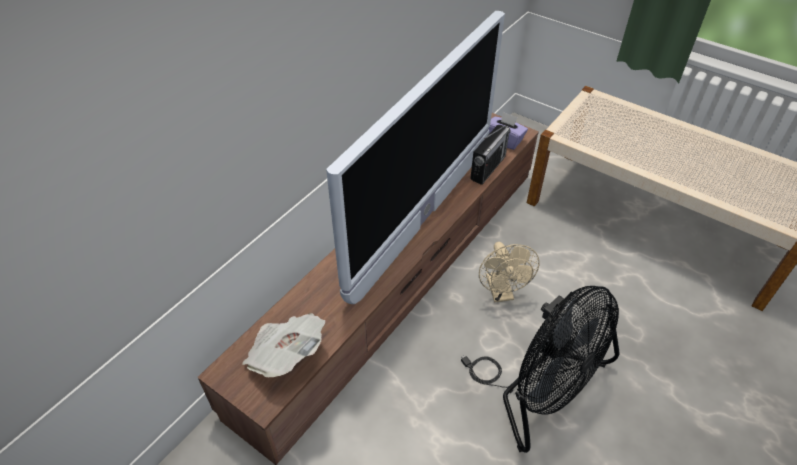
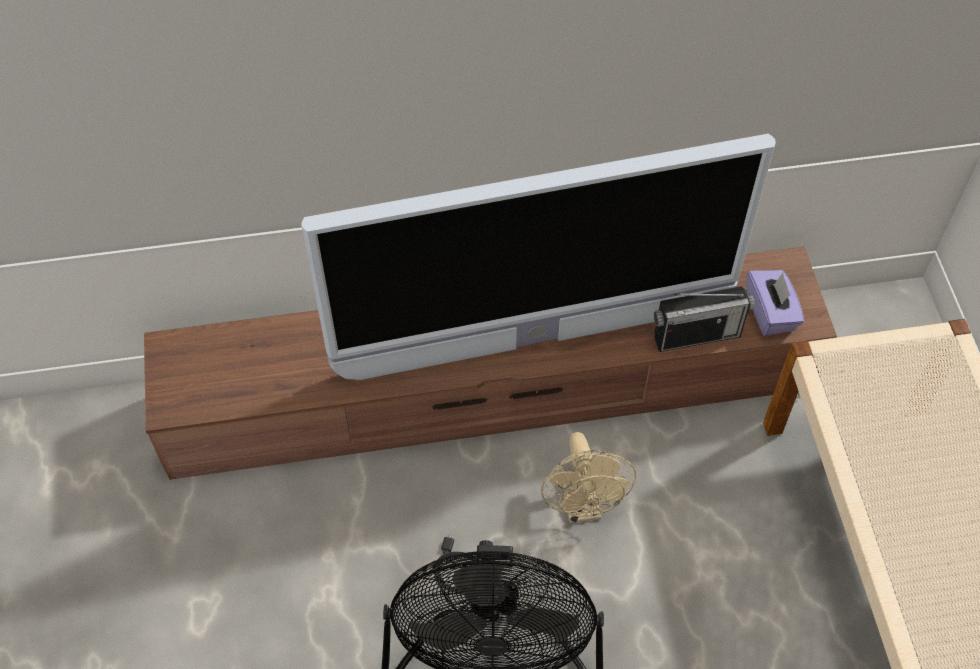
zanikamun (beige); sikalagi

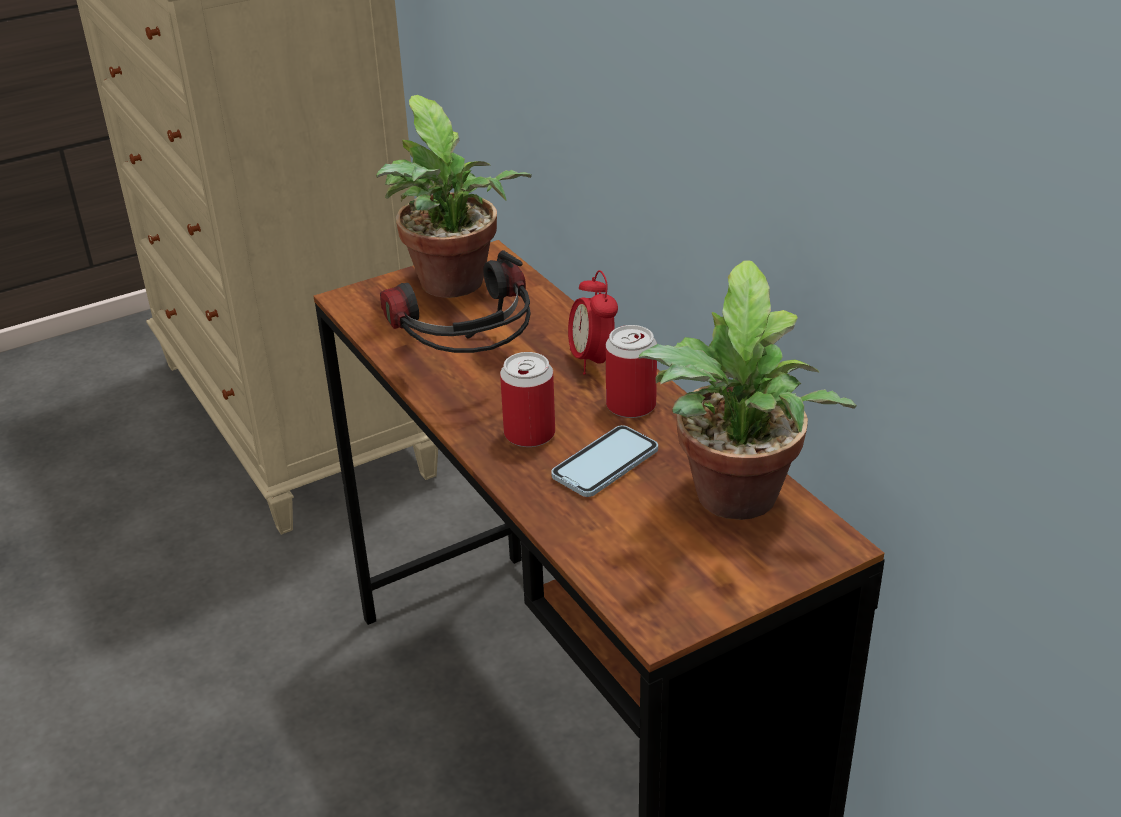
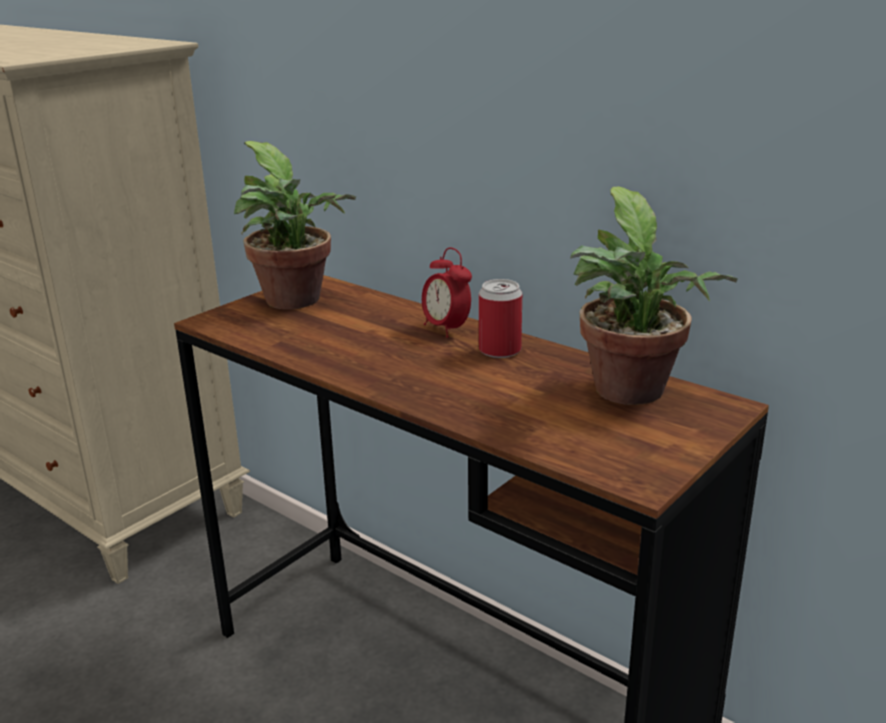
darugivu; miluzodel (no. 1 from left in the first image); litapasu

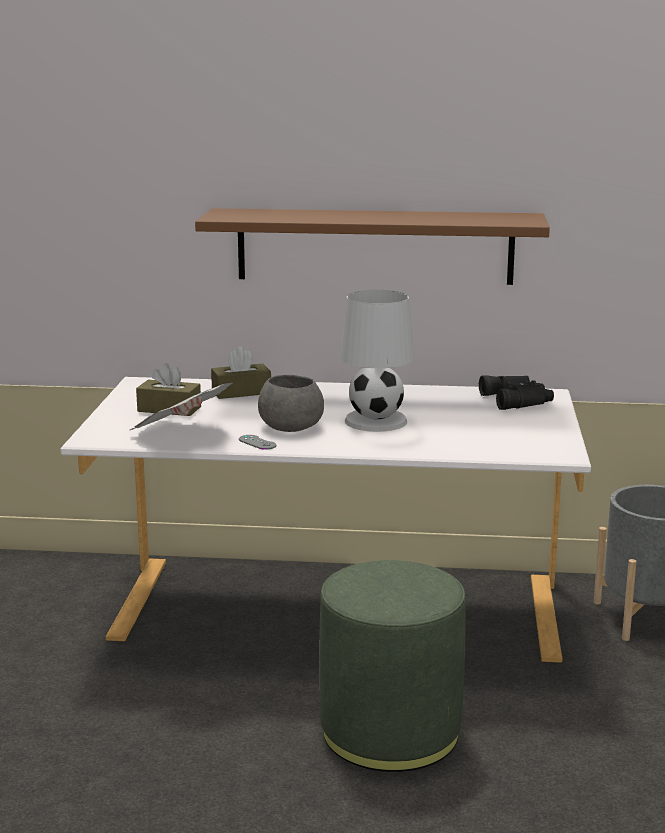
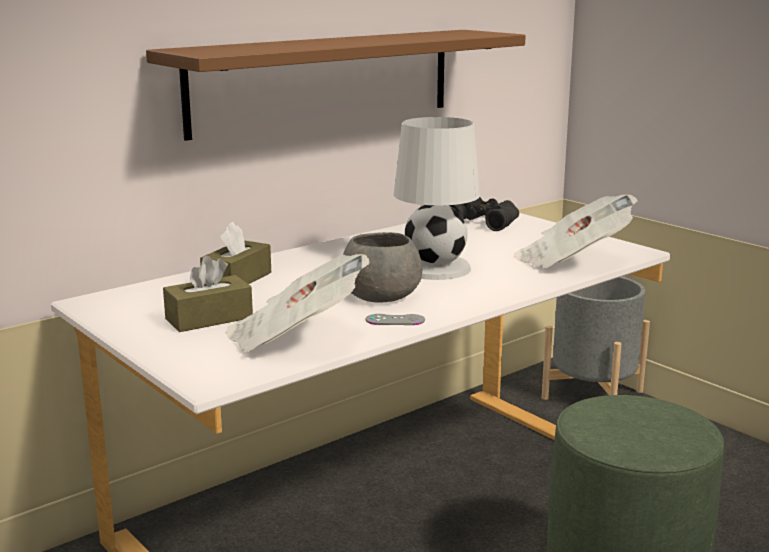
sikalagi (no. 2 from left)

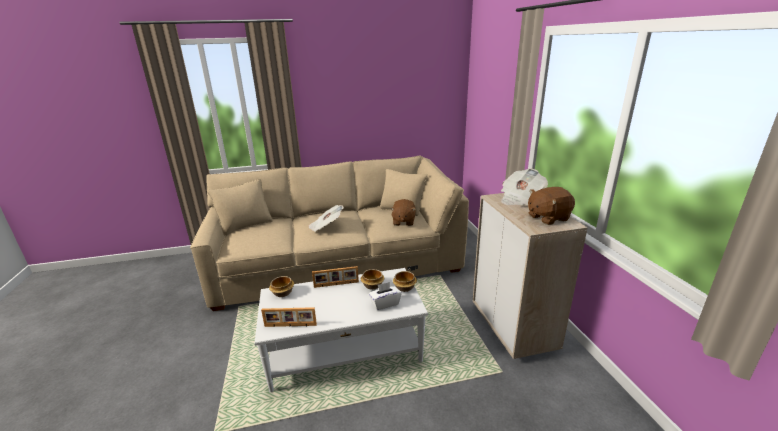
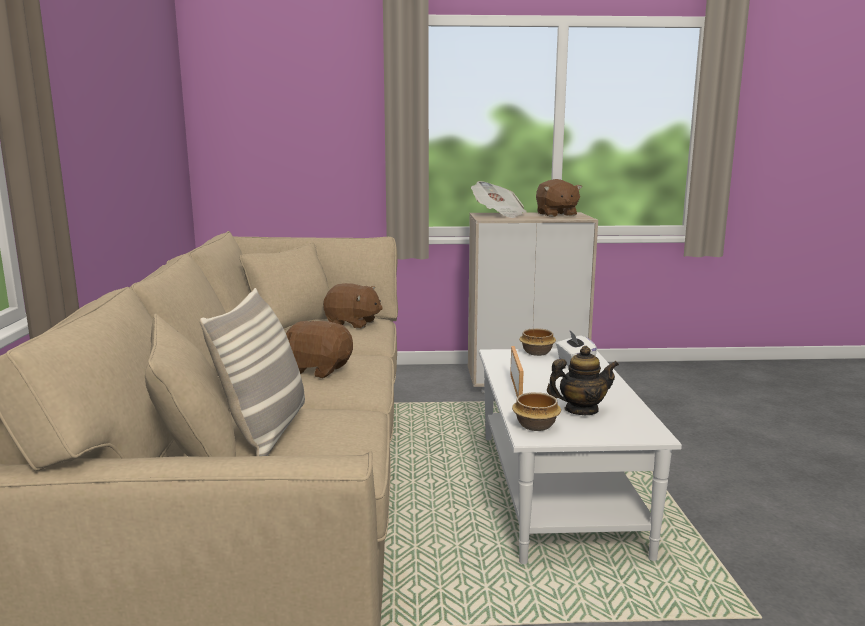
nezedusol; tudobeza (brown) (no. 1 from left); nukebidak; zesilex (no. 1 from left in the first image); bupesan (no. 2 from left in the first image)

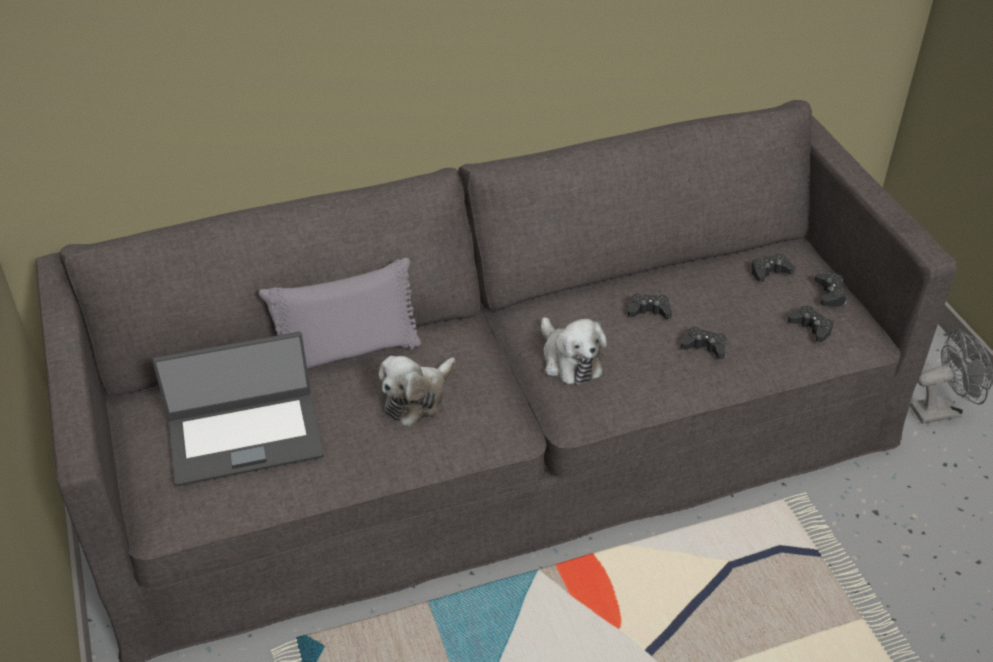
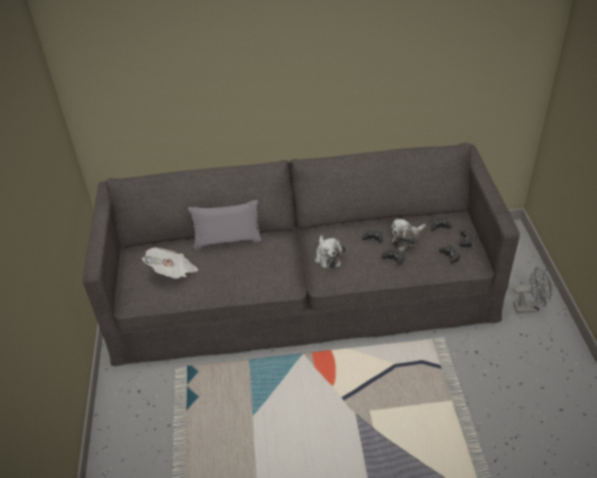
sikalagi; tudobeza (no. 2 from left)

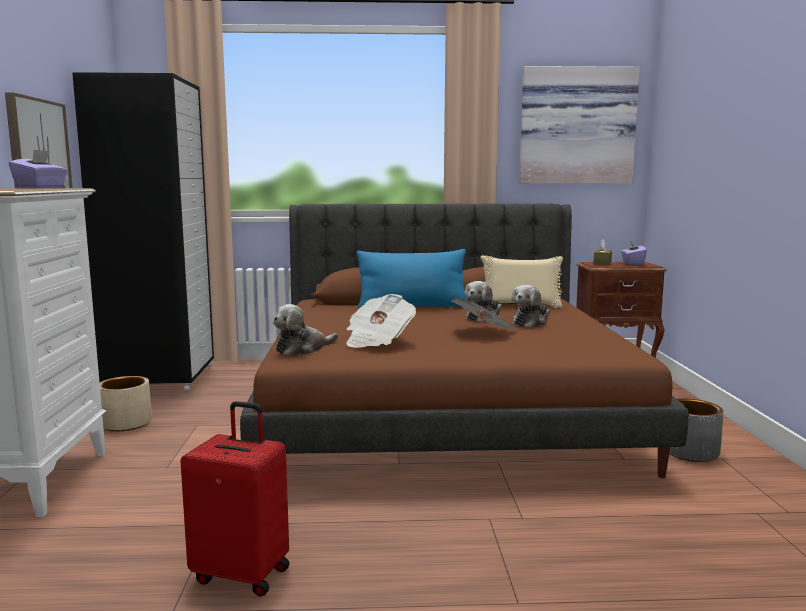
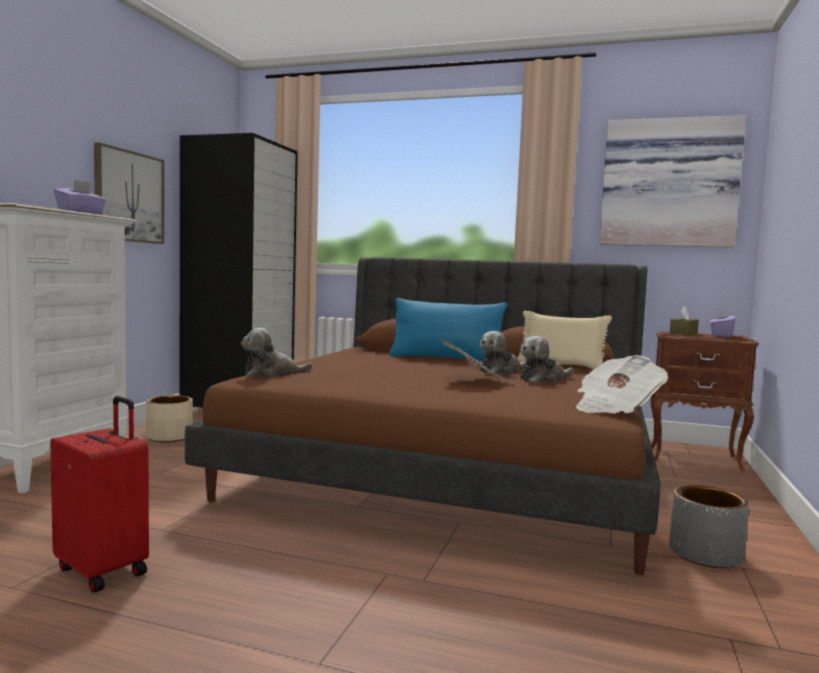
sikalagi (no. 2 from left)

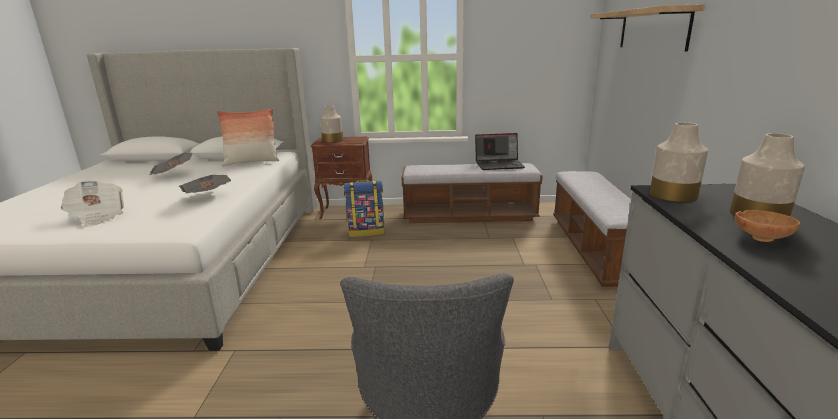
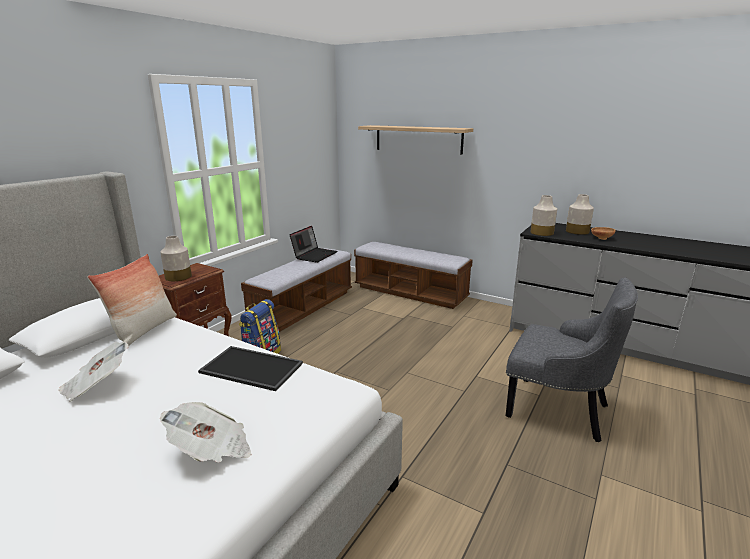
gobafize

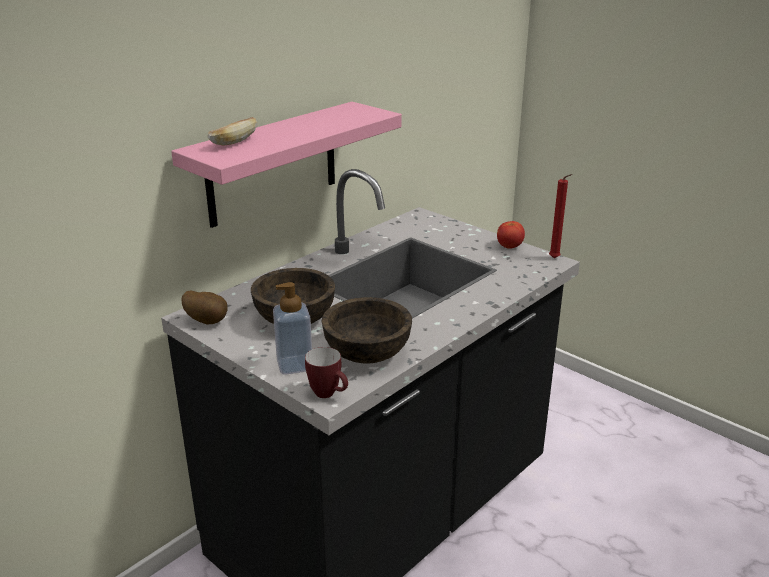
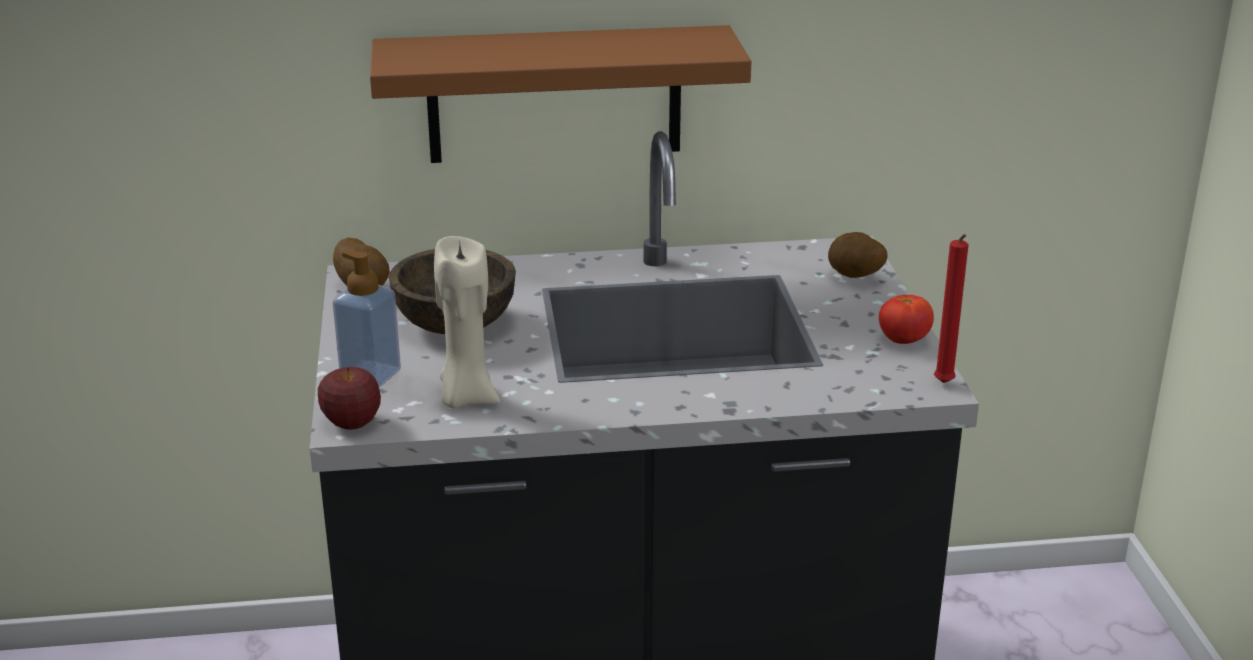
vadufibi; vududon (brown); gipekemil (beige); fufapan (no. 2 from left); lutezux

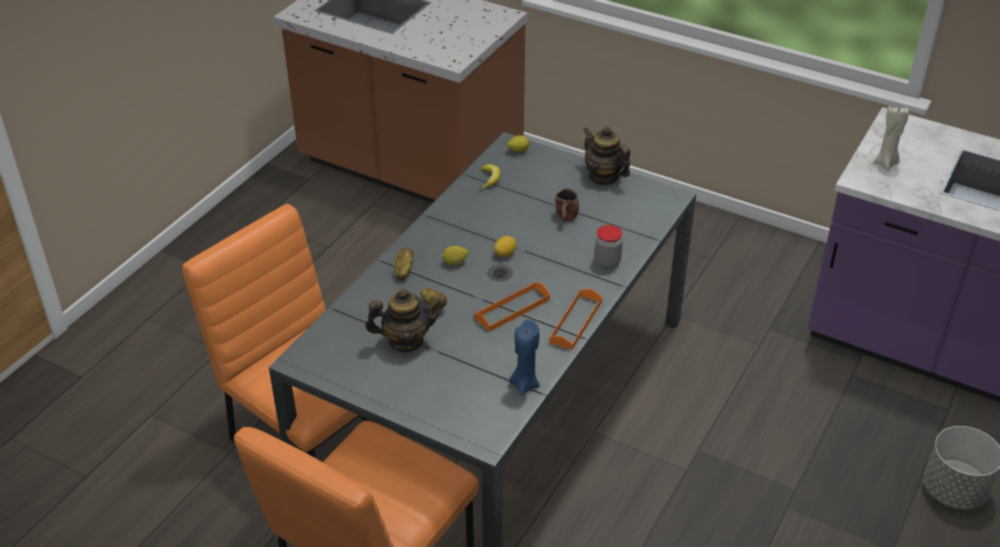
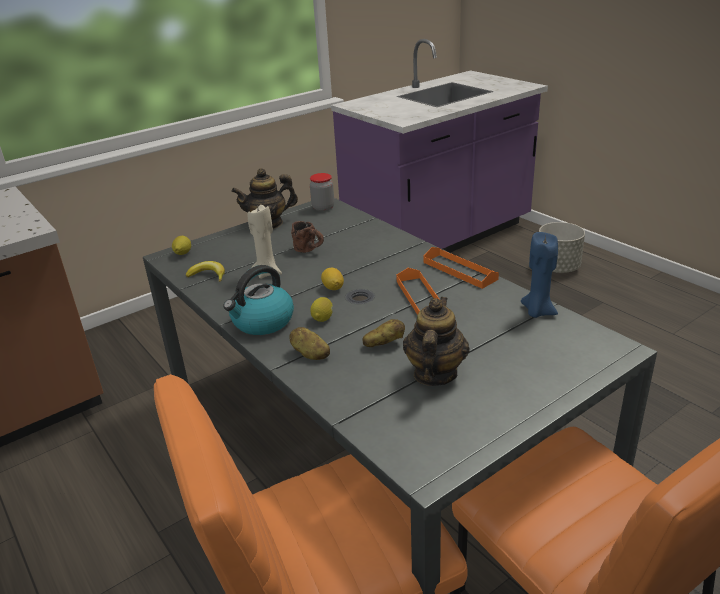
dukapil; gipekemil (beige); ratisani

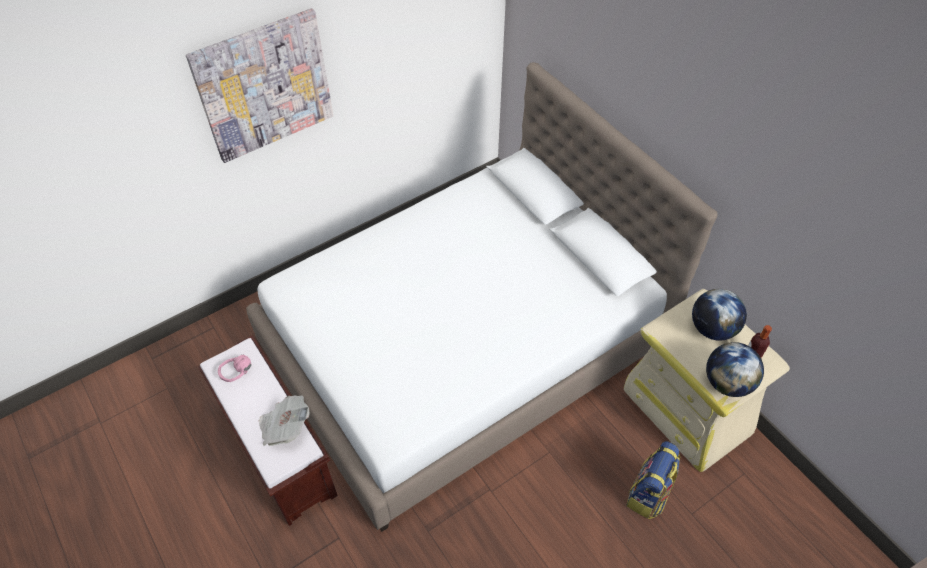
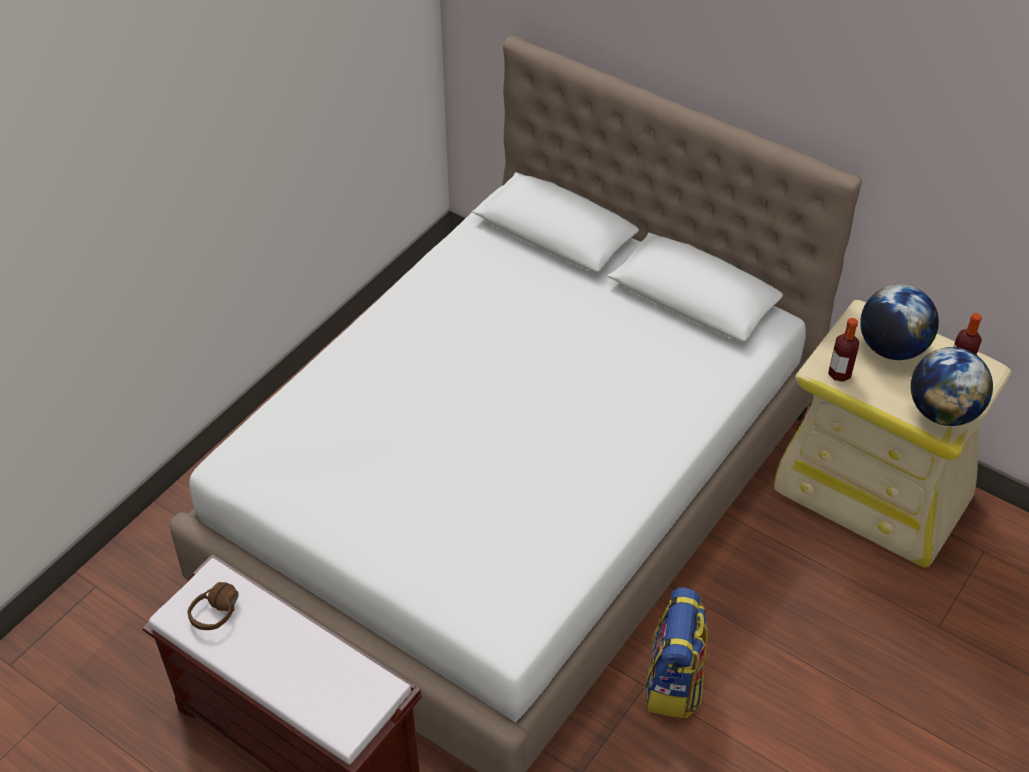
darugivu (brown); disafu; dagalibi (no. 1 from left); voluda; sikalagi

